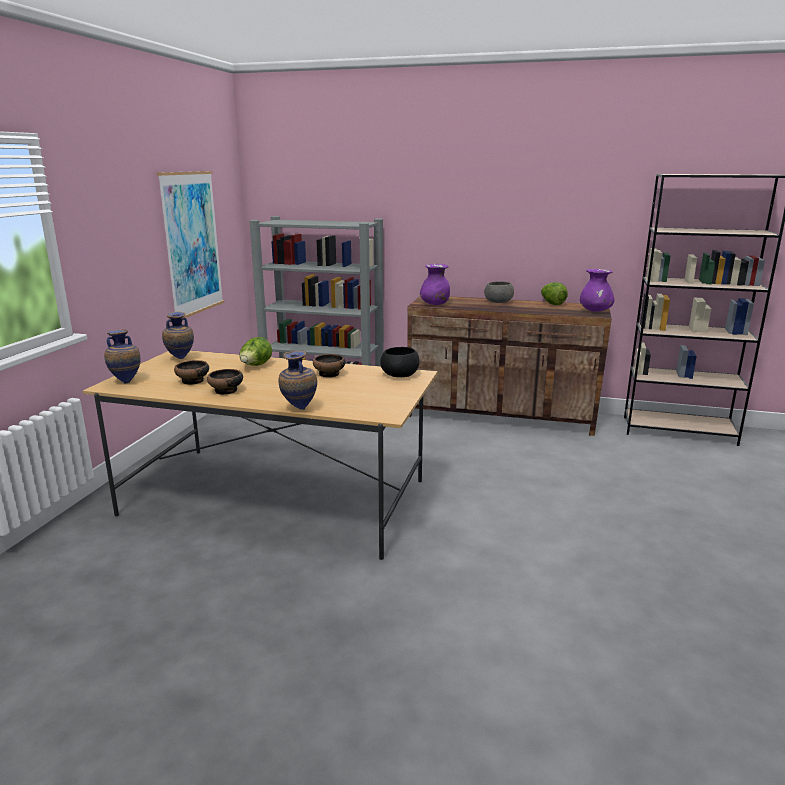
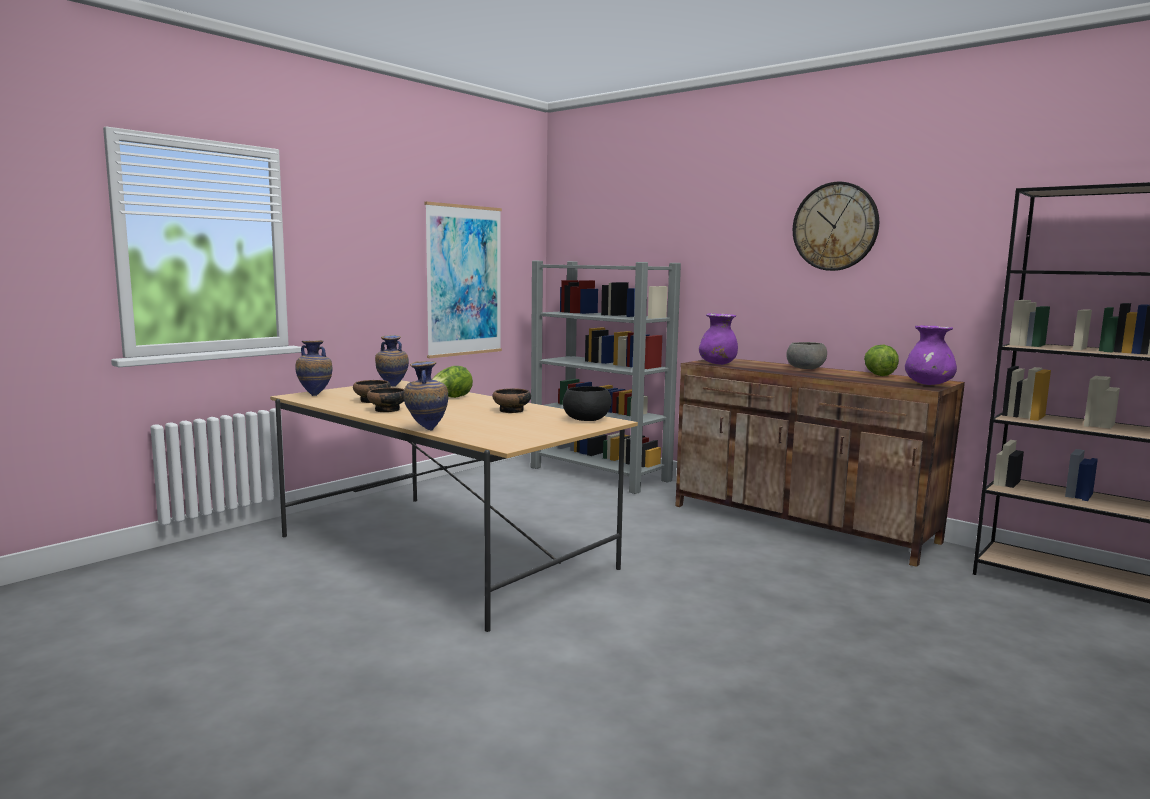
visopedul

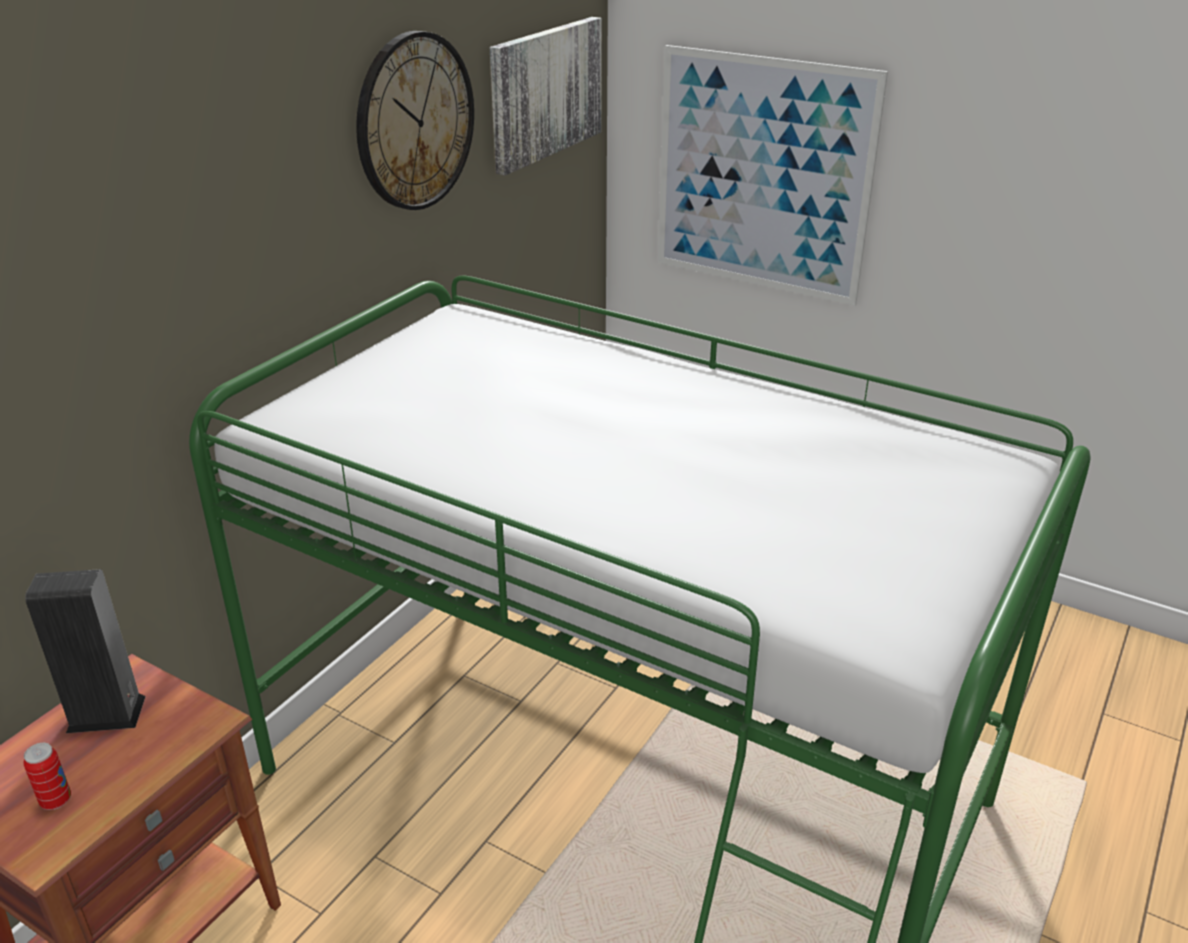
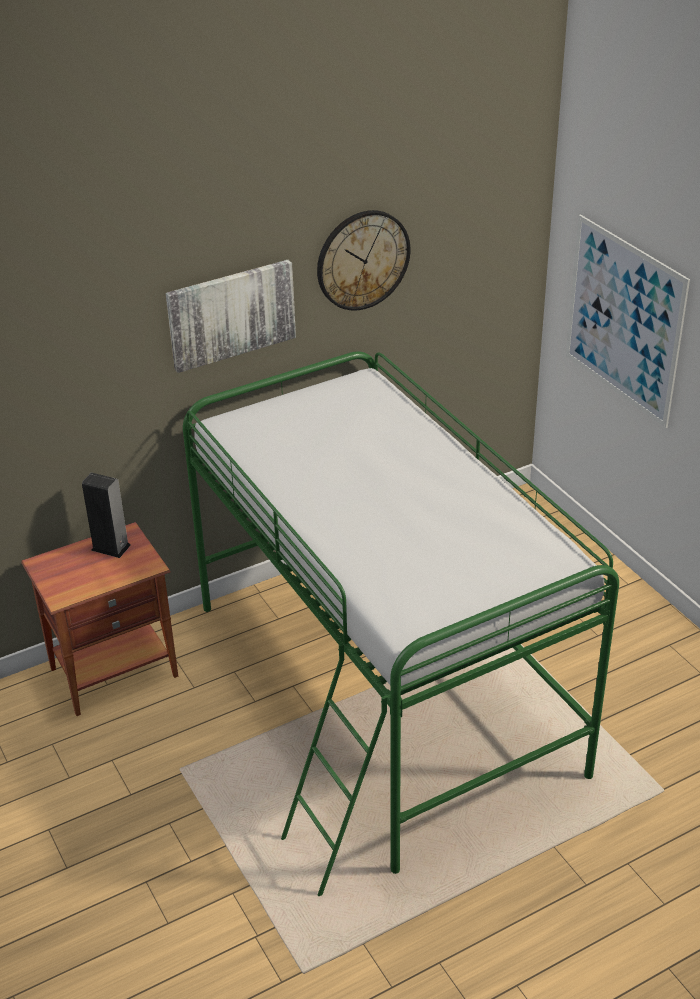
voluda (no. 1 from left); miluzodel

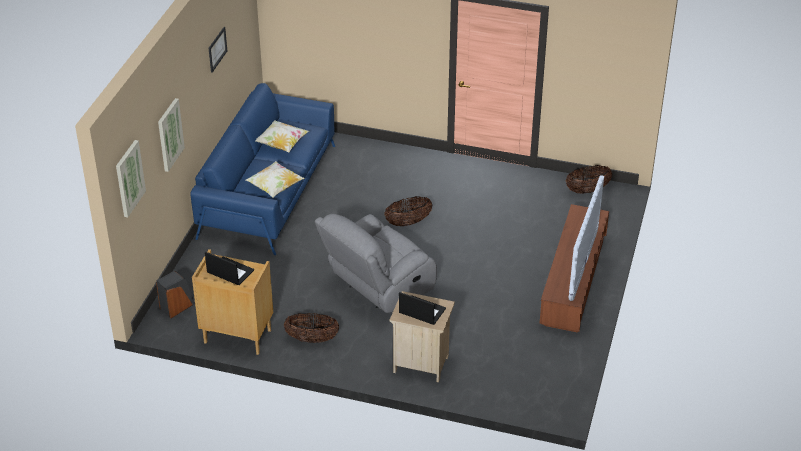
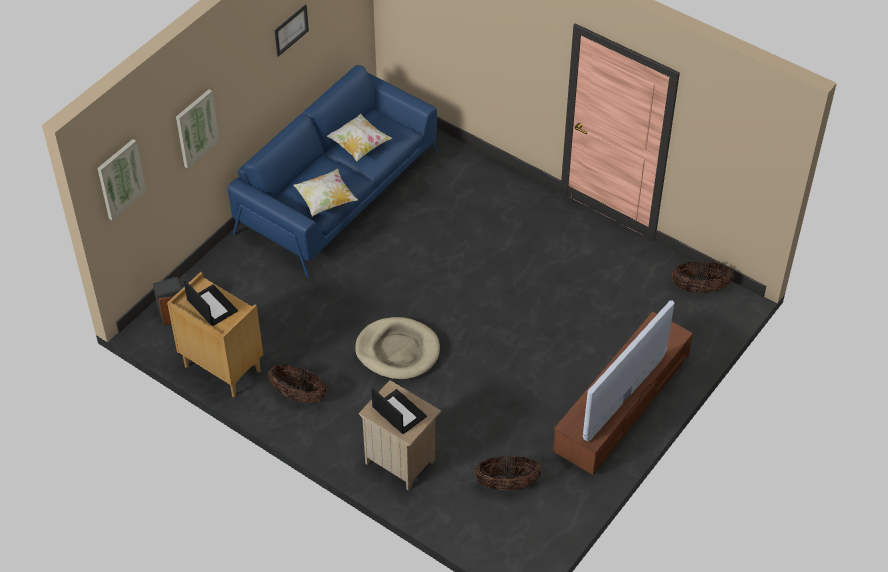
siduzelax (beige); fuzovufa (no. 2 from left)

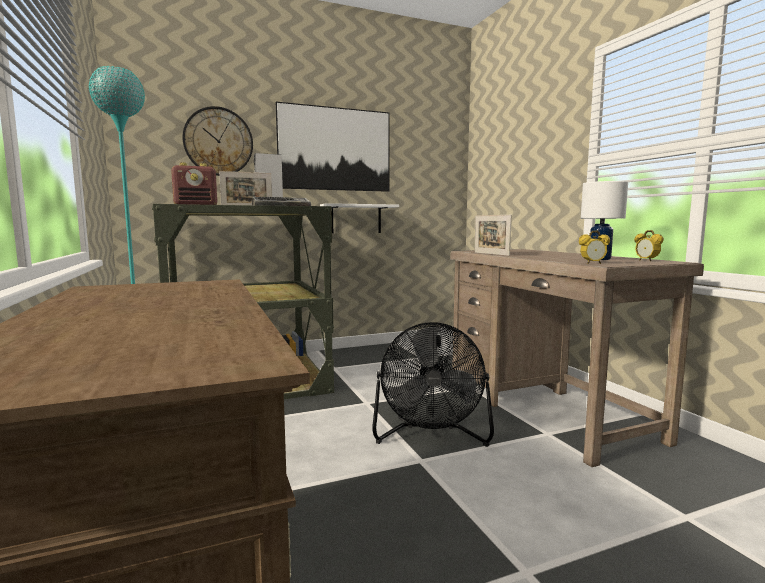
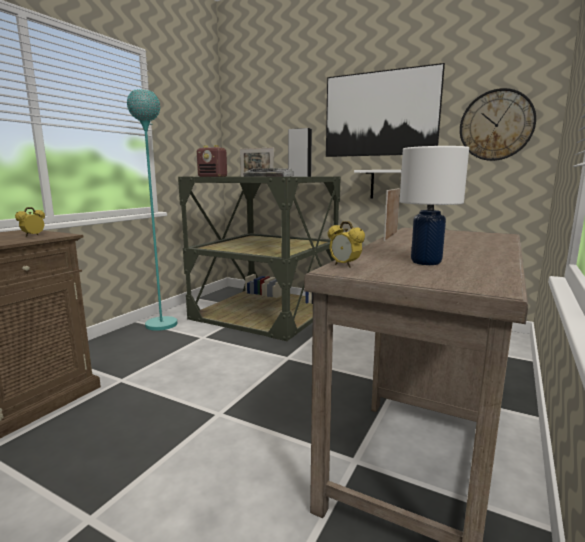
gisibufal (no. 1 from left); visopedul; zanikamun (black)

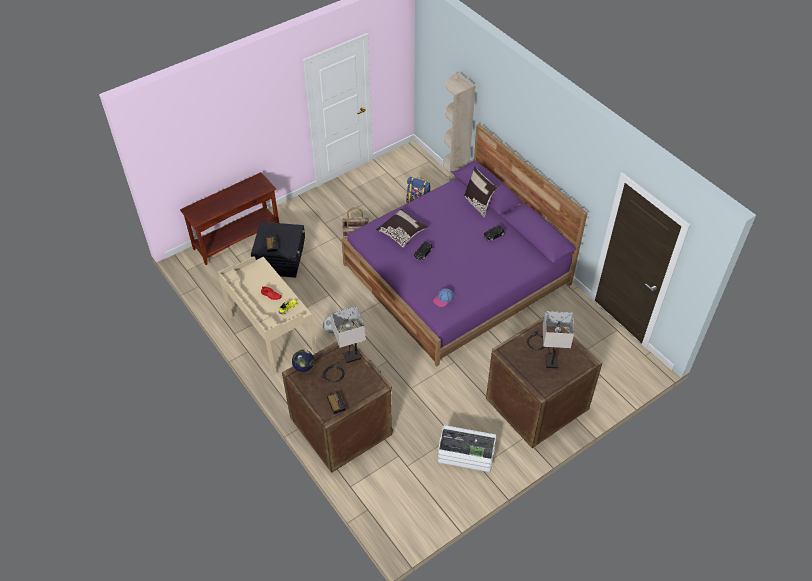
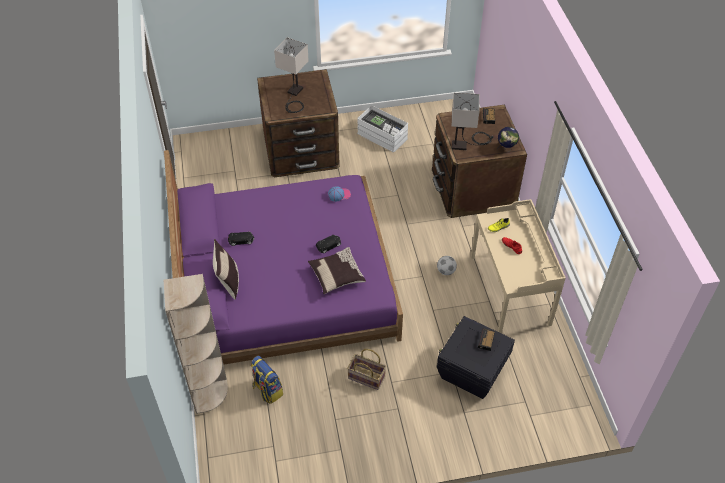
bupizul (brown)

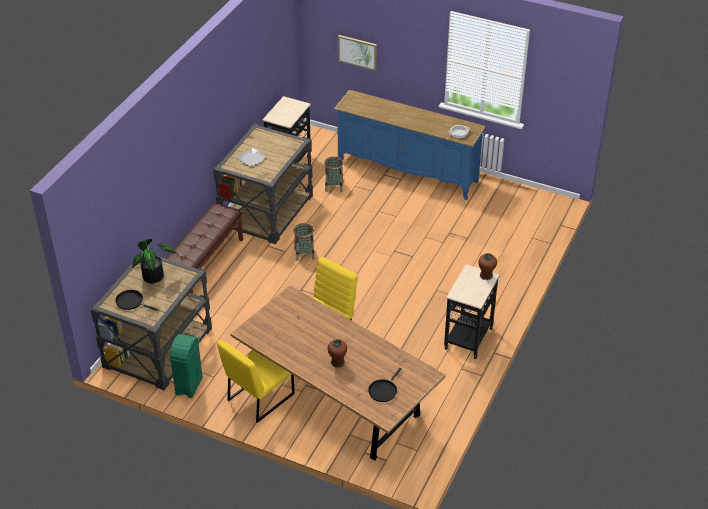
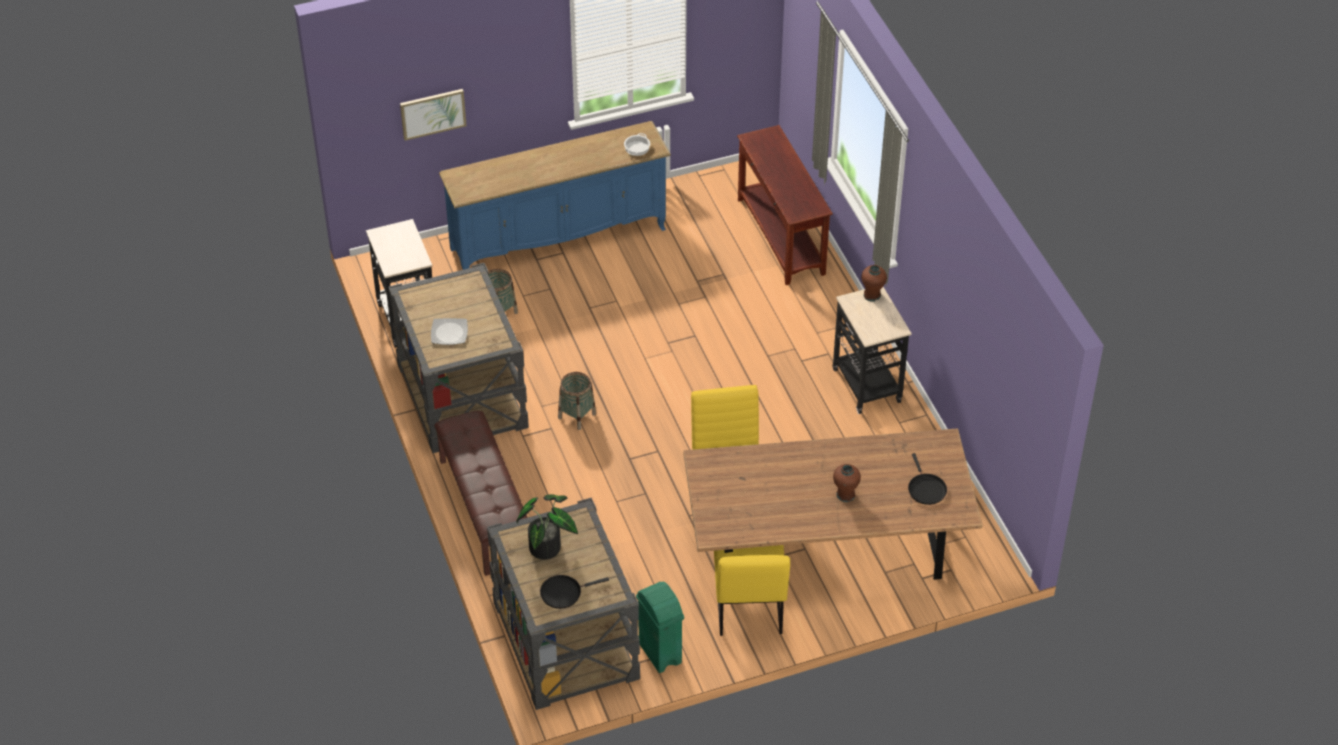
bupizul (brown)

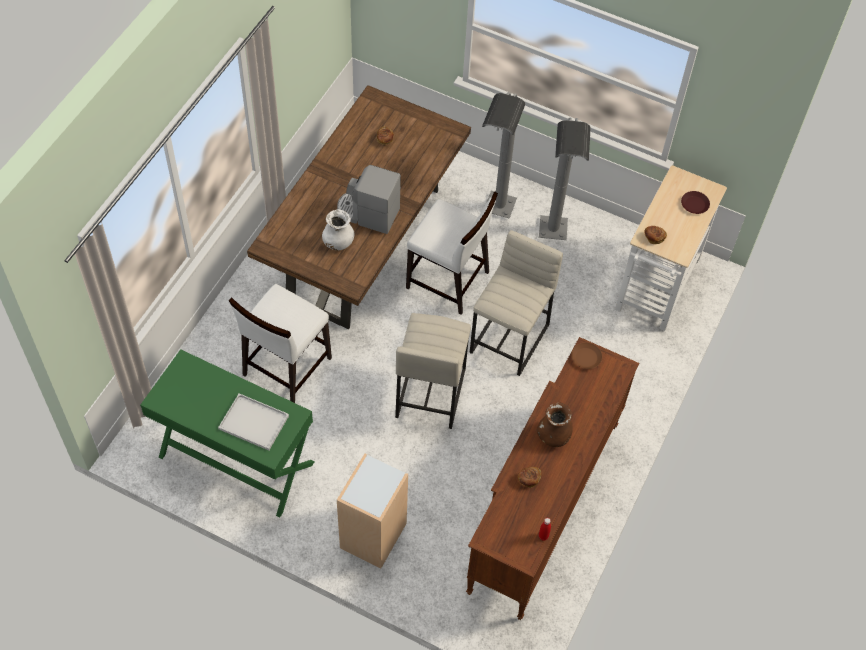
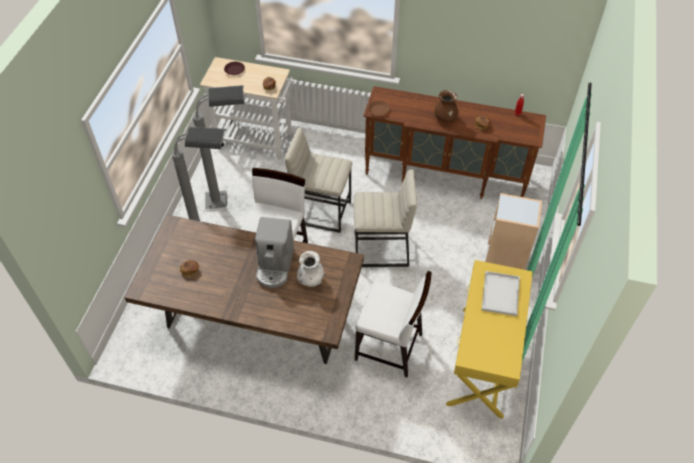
bupizul (yellow)

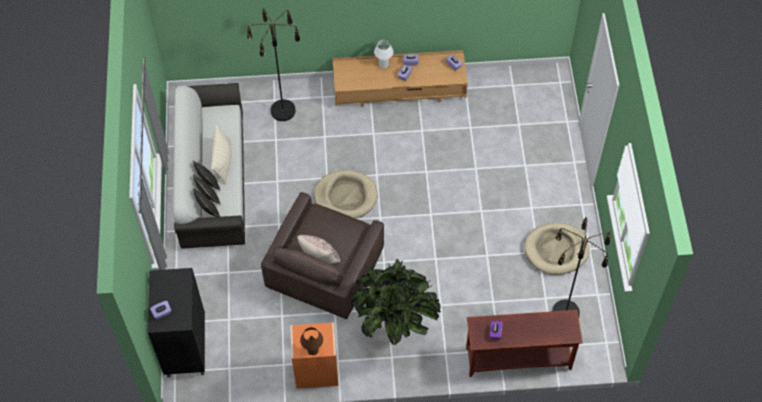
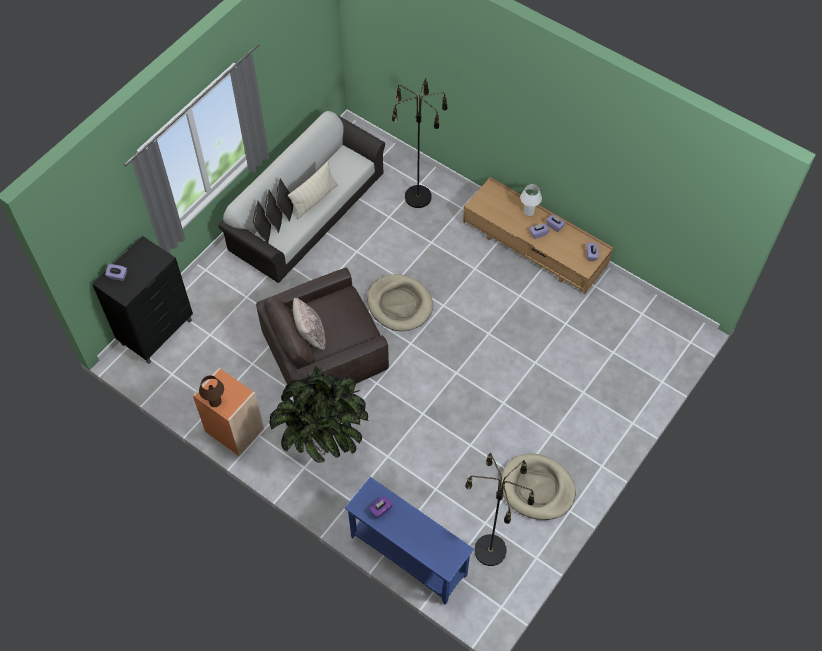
bupizul (blue)

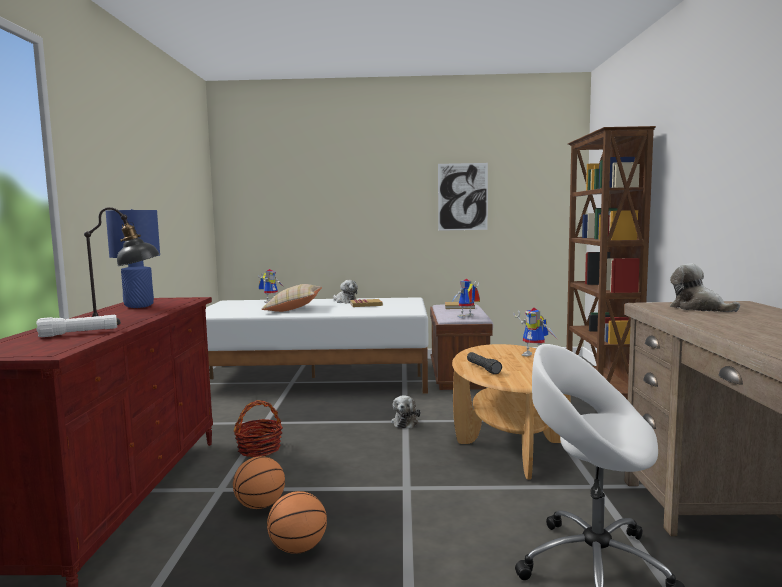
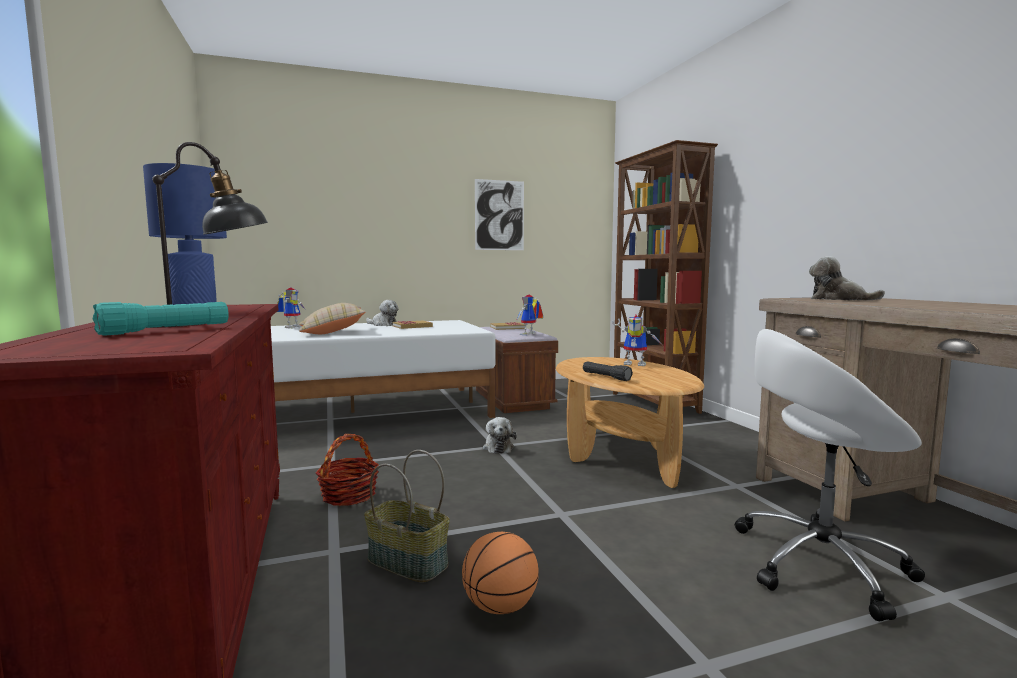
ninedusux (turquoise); fuzovufa (no. 2 from left)

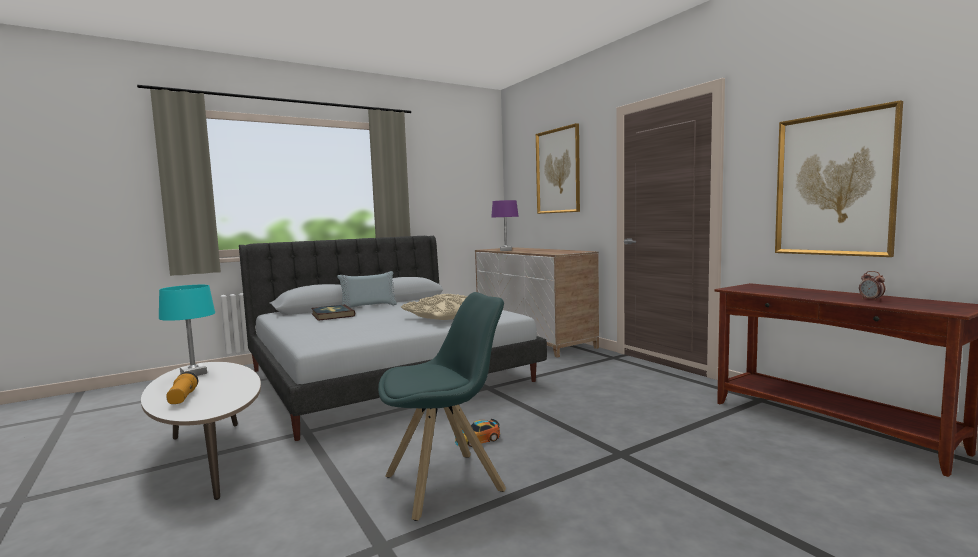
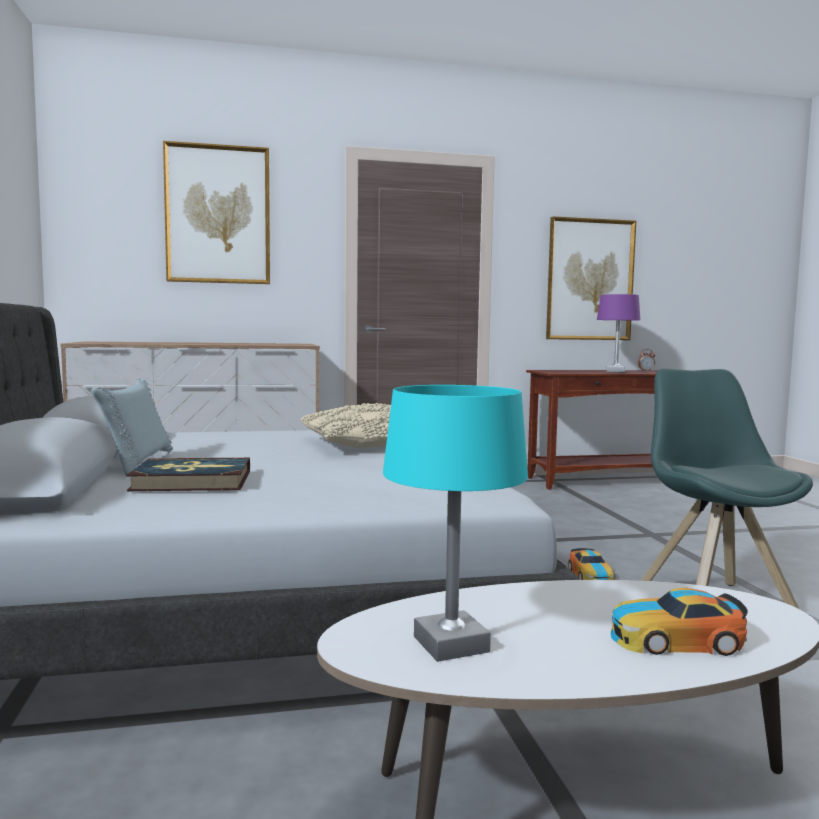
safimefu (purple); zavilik (no. 2 from left)

